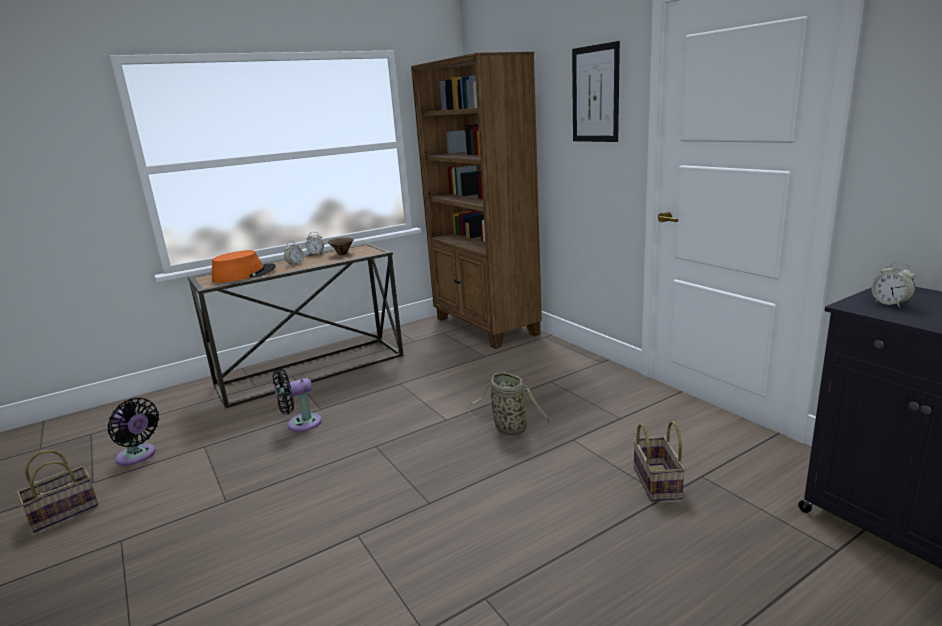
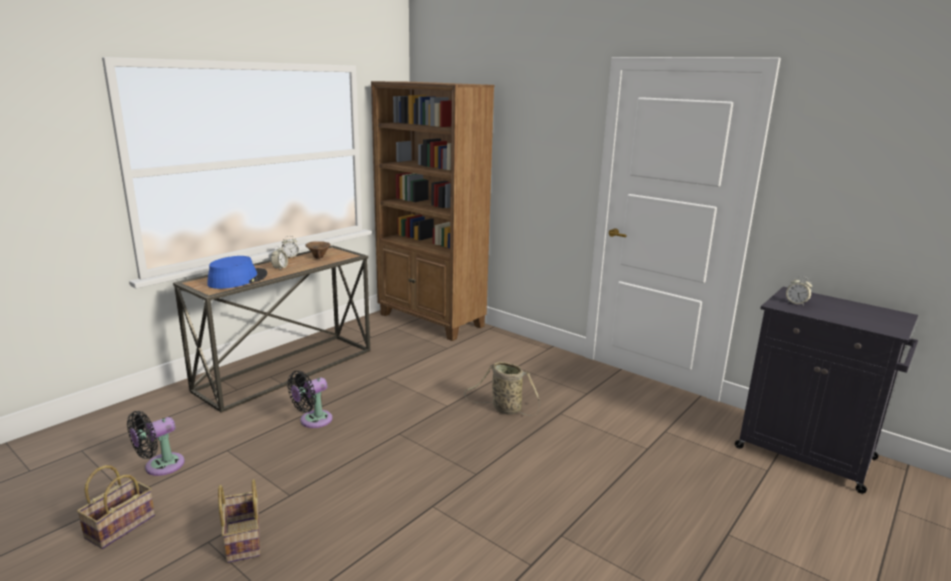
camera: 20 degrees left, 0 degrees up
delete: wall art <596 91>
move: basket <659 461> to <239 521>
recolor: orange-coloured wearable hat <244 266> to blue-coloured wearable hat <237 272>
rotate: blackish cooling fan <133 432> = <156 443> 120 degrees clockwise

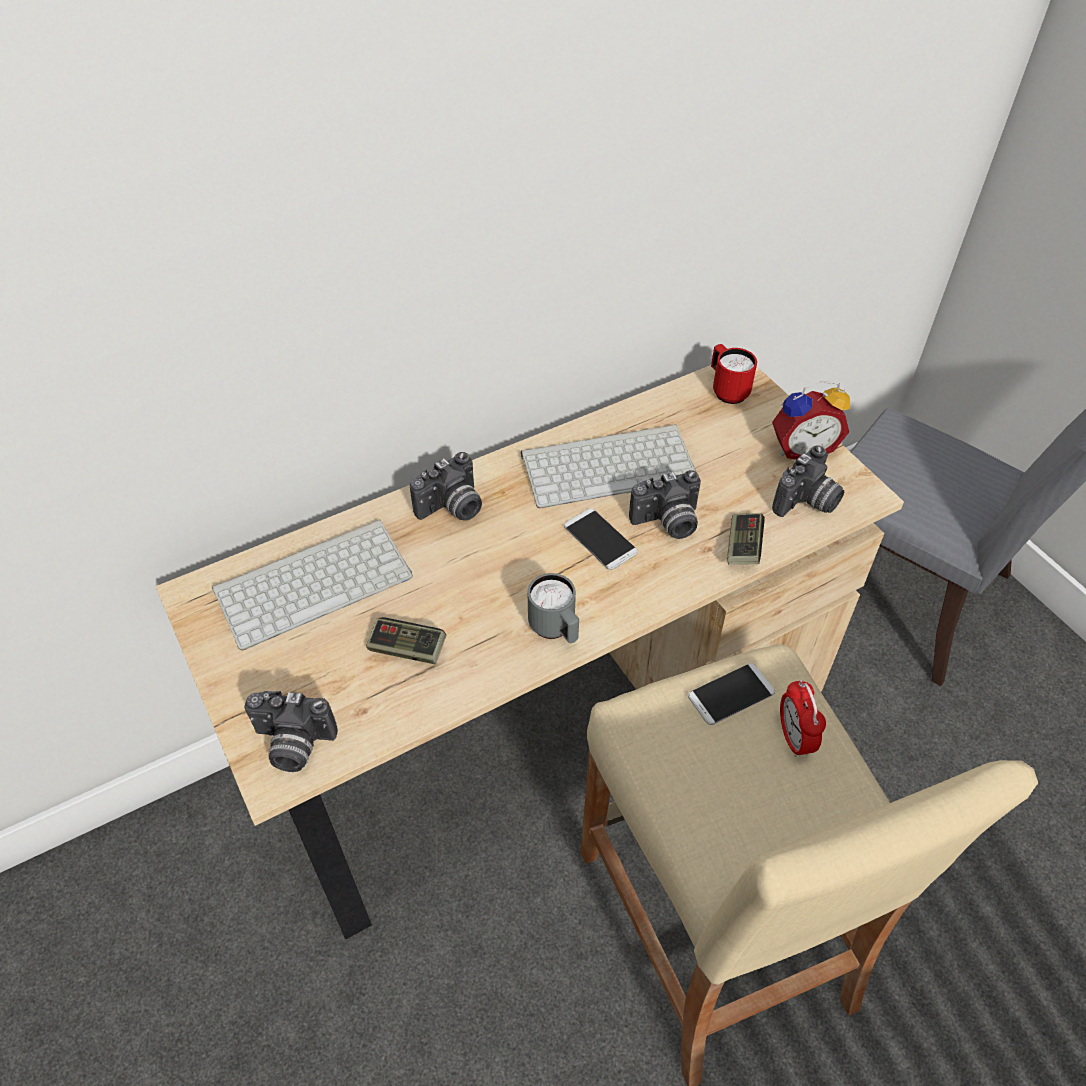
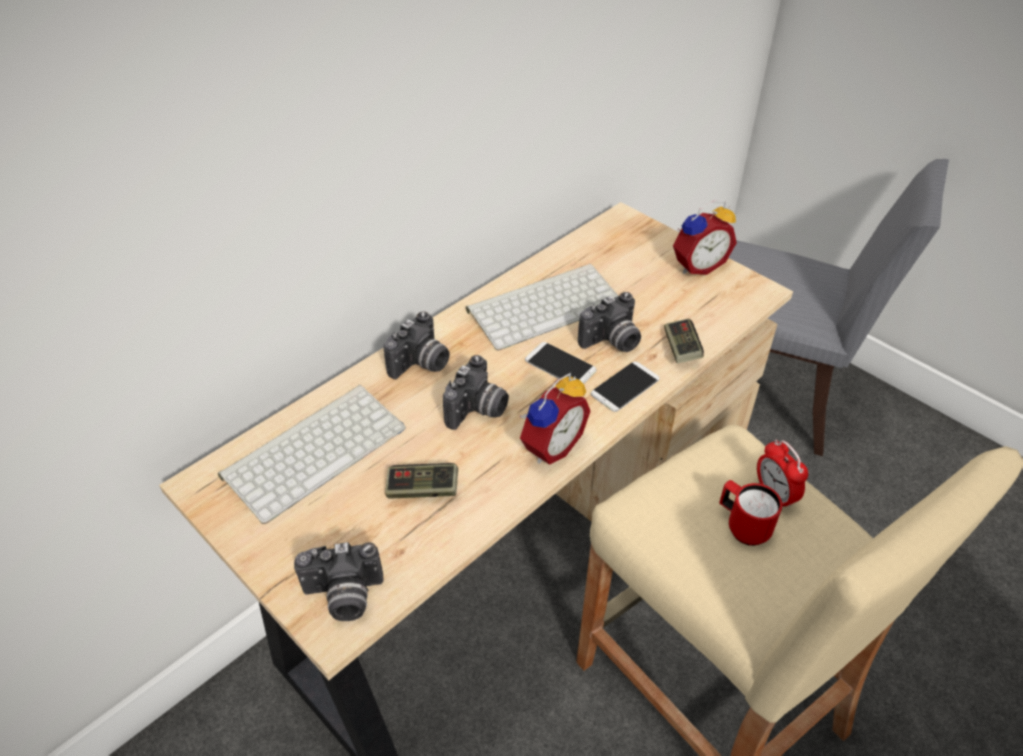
camera: 15 degrees left, 5 degrees down
move: phone <731 694> to <625 386>; reddish coffee mug <734 374> to <750 513>; still camera <808 481> to <476 392>
replace: grey coffee mug <553 608> to bedside clock <555 419>

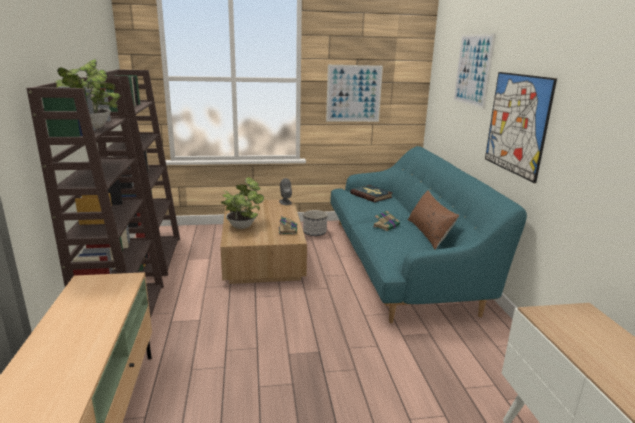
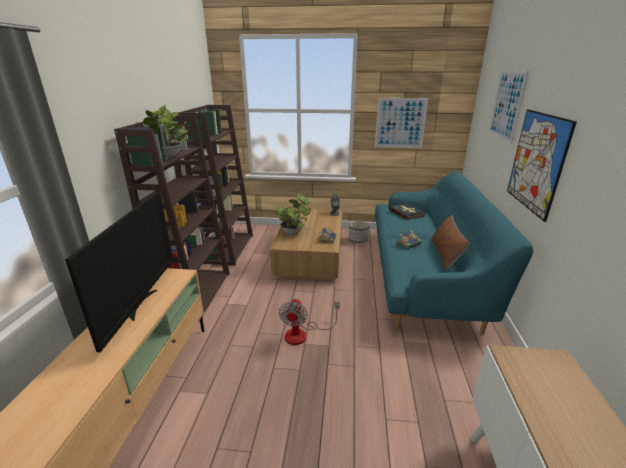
camera: 15 degrees right, 5 degrees up
insert: TV <119 271>; cooling fan <309 322>

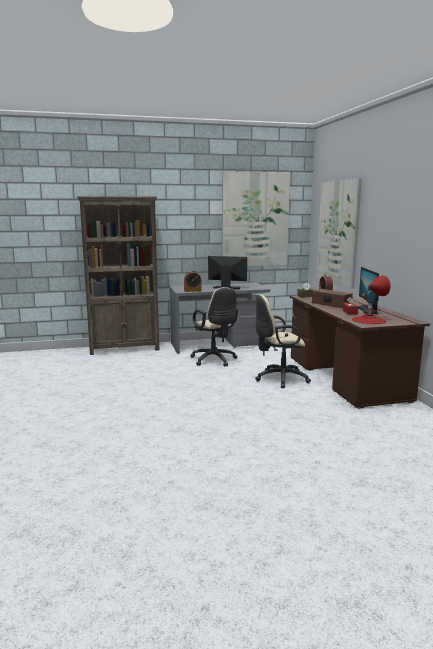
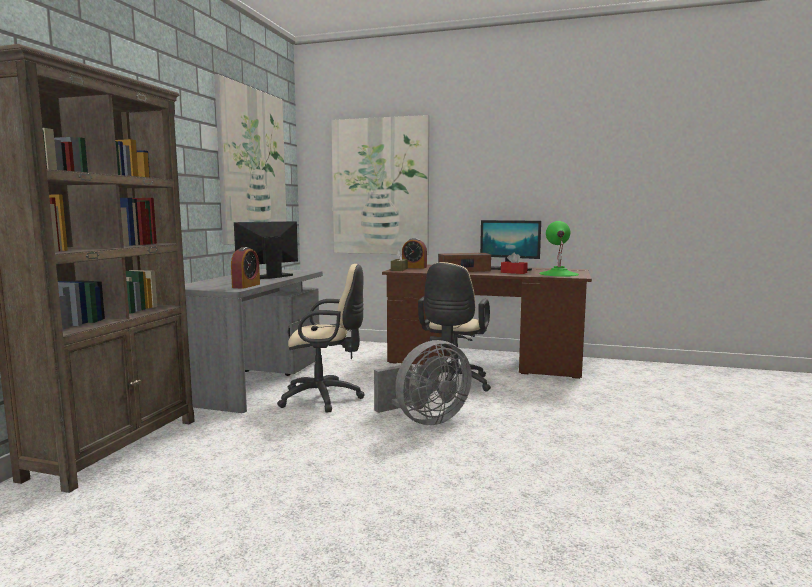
camera: 60 degrees left, 5 degrees down
insert: grey cooling fan <423 382>
recolor: reddish table lamp <371 299> to greenish table lamp <559 248>

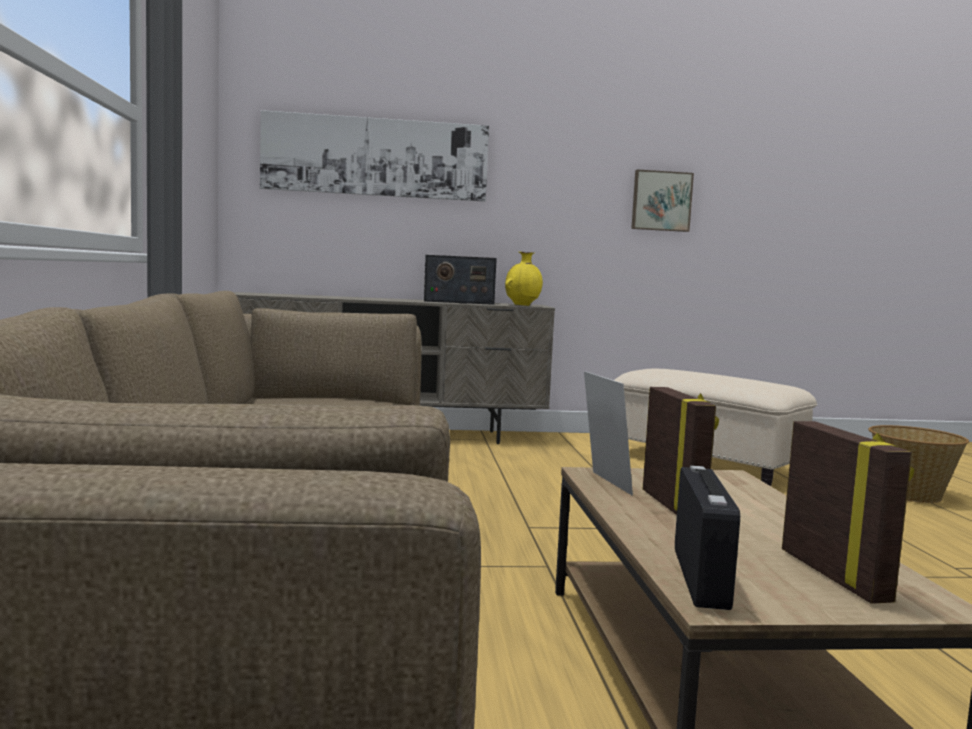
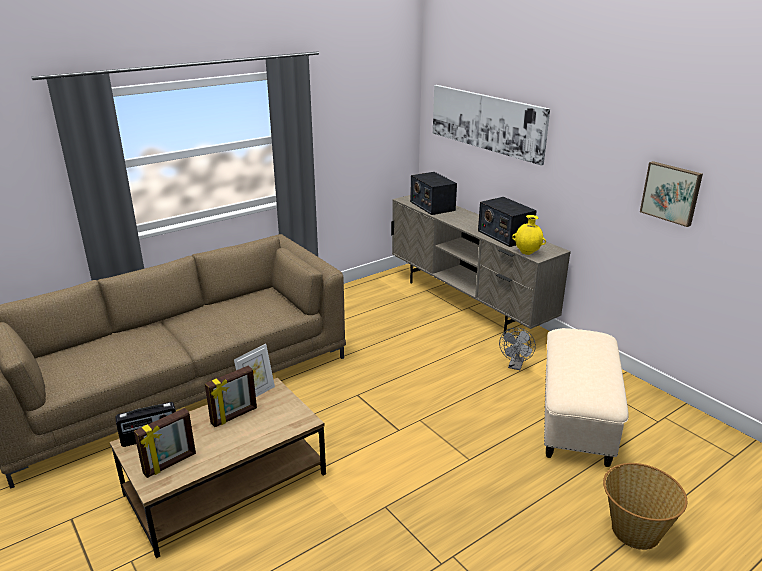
camera: 60 degrees right, 20 degrees up
insert: radio receiver <433 193>; grey cooling fan <517 349>

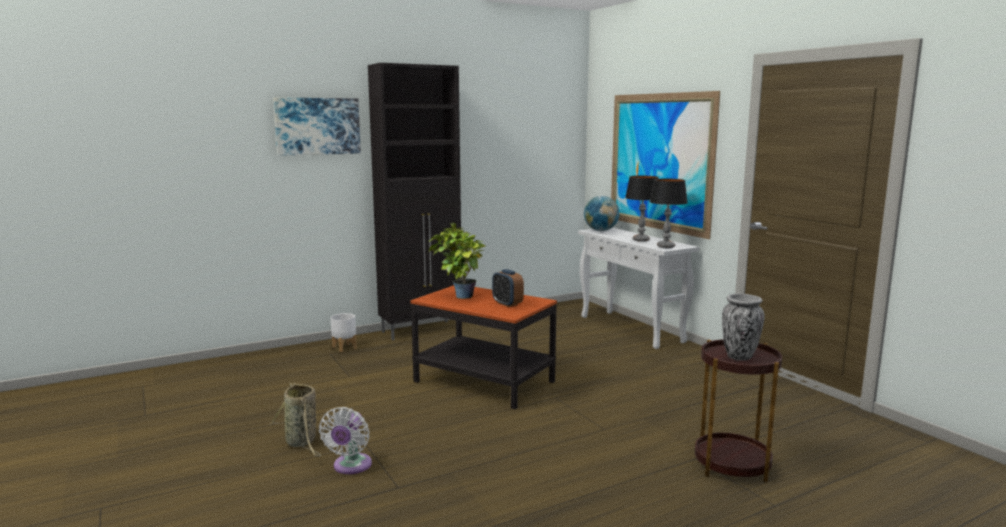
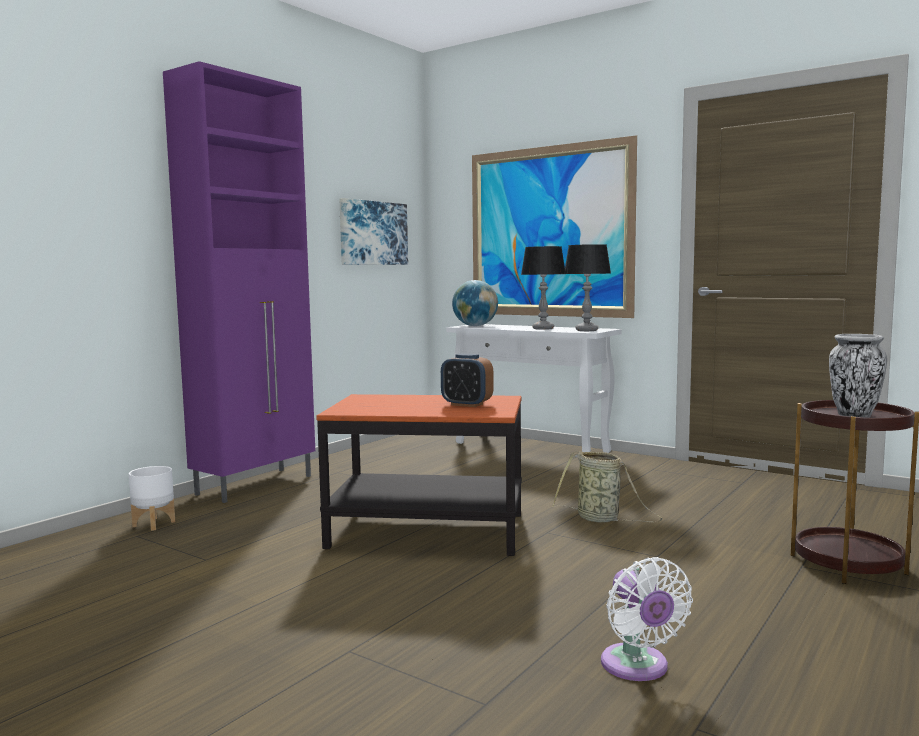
camera: 25 degrees left, 5 degrees down
delete: houseplant <457 261>
move: basket <296 420> to <607 486>; wall art <317 126> to <373 231>; whitish cooling fan <345 440> to <647 619>
recolor: blackish cabinet <415 202> to purplish cabinet <239 282>

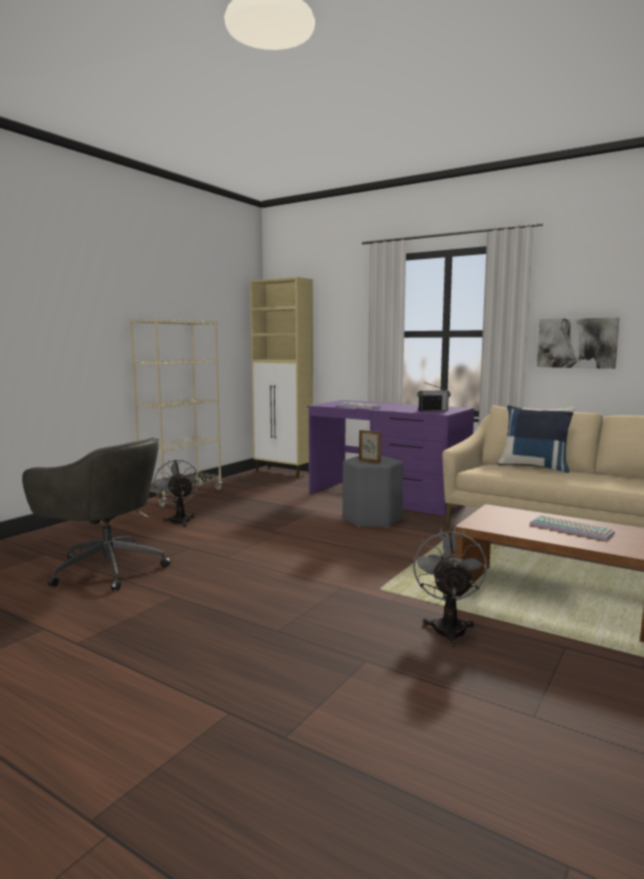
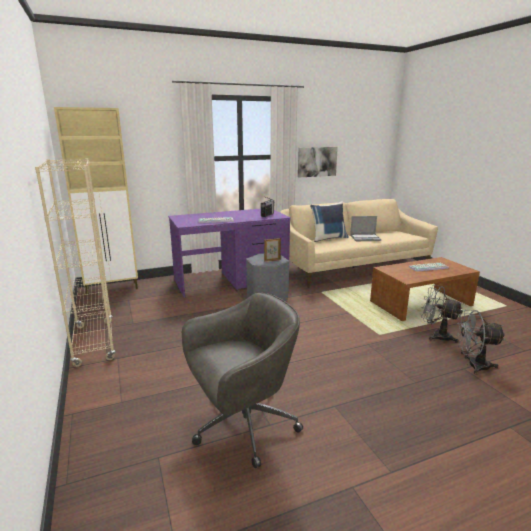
camera: 55 degrees left, 10 degrees up
insert: portable computer <365 228>
move: grey cooling fan <175 493> to <481 342>

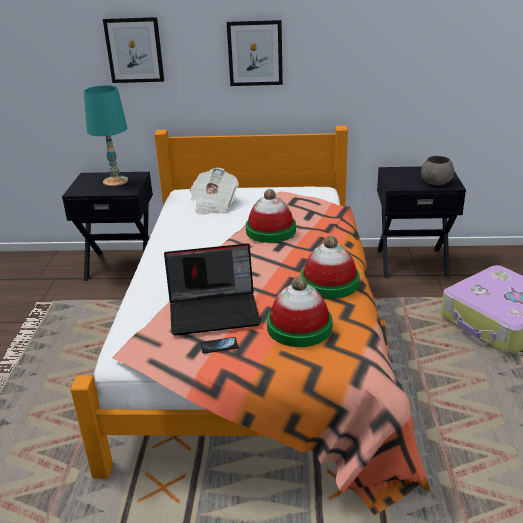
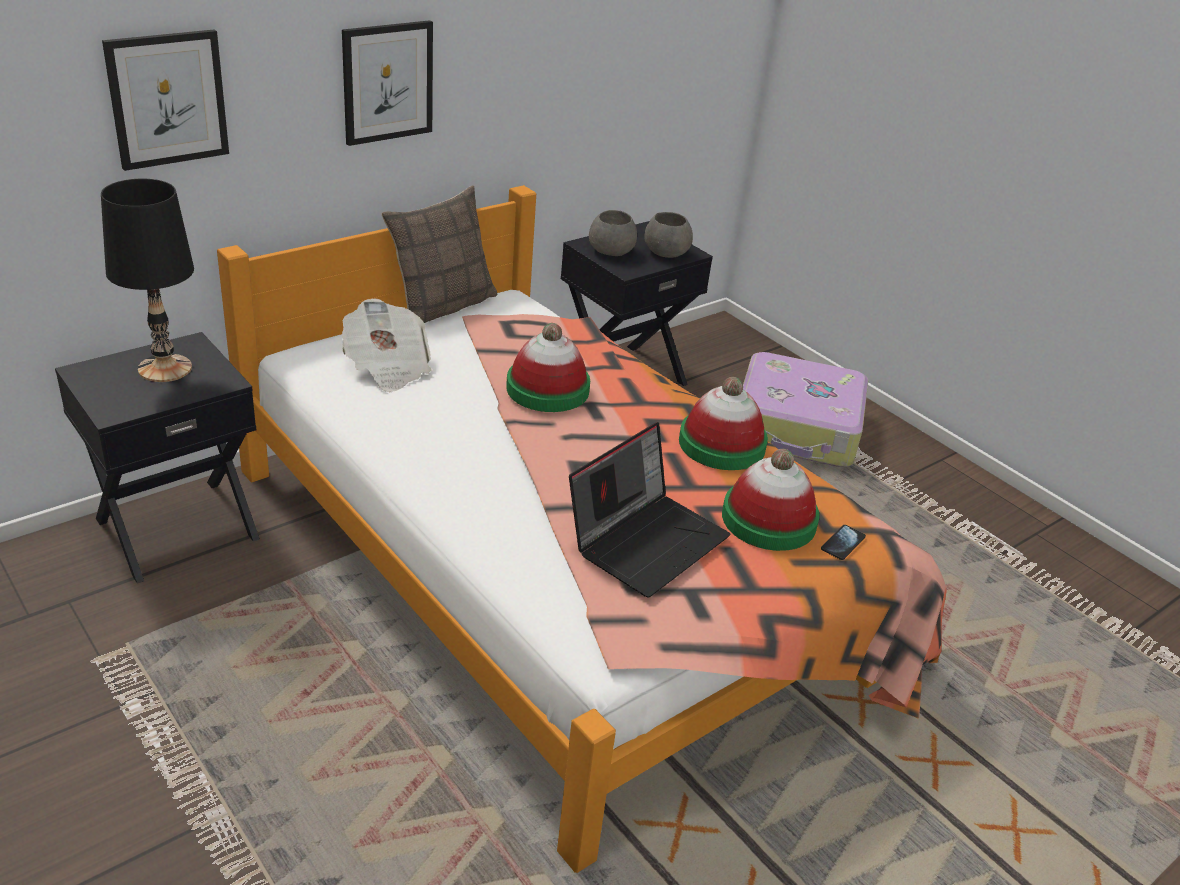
camera: 45 degrees left, 5 degrees up
insert: throw pillow <440 254>; grey bowl <613 233>
move: phone <219 345> to <843 542>
recolor: blue-green table lamp <106 135> to blackish table lamp <147 280>

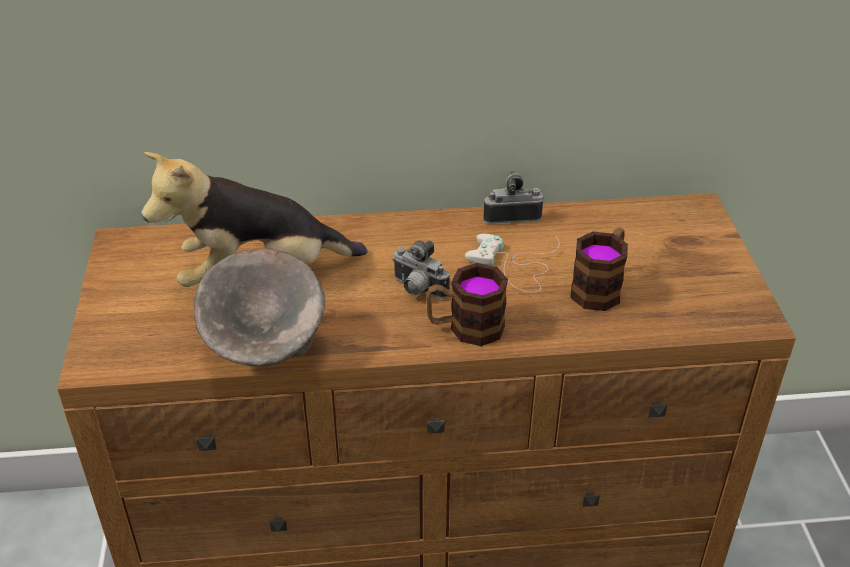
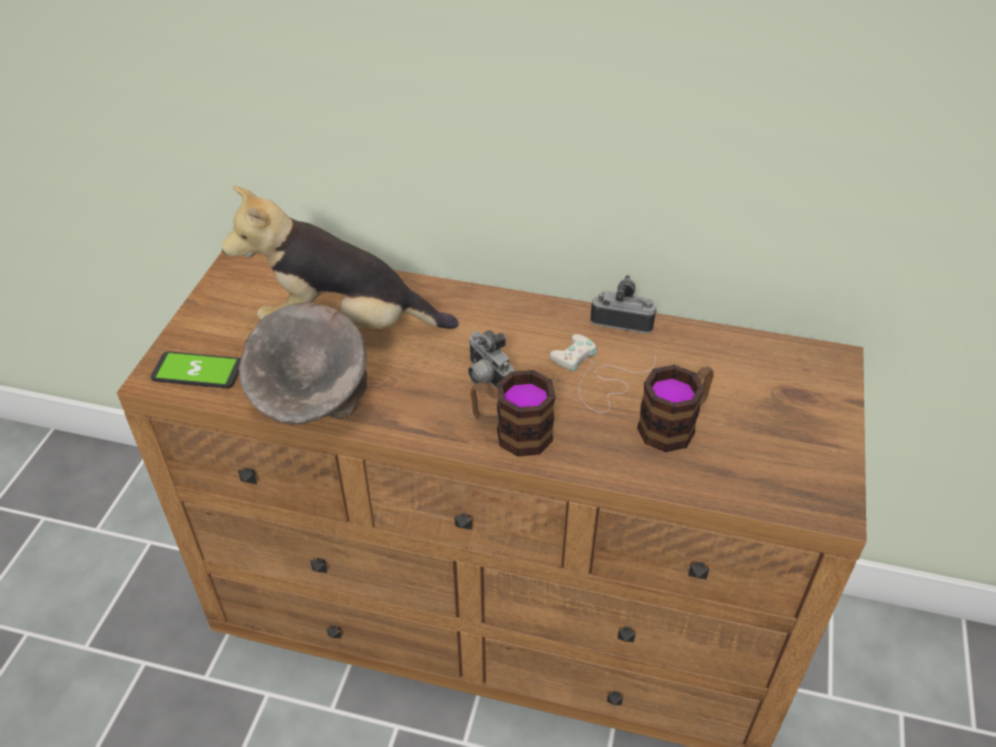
camera: 20 degrees right, 5 degrees up
insert: phone <195 369>

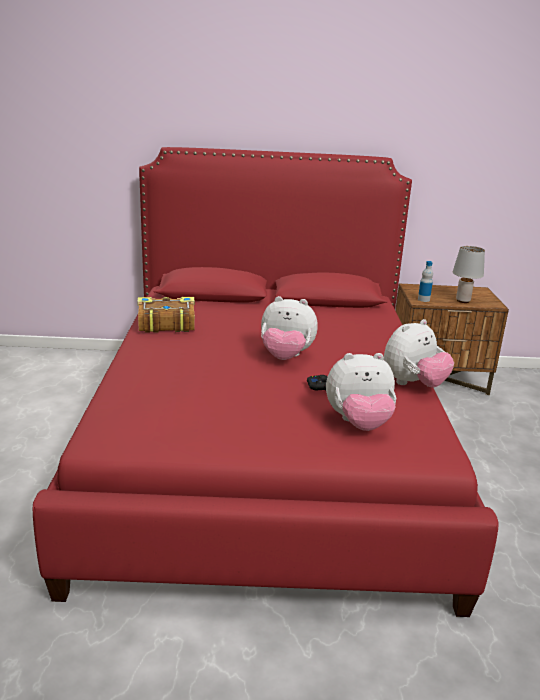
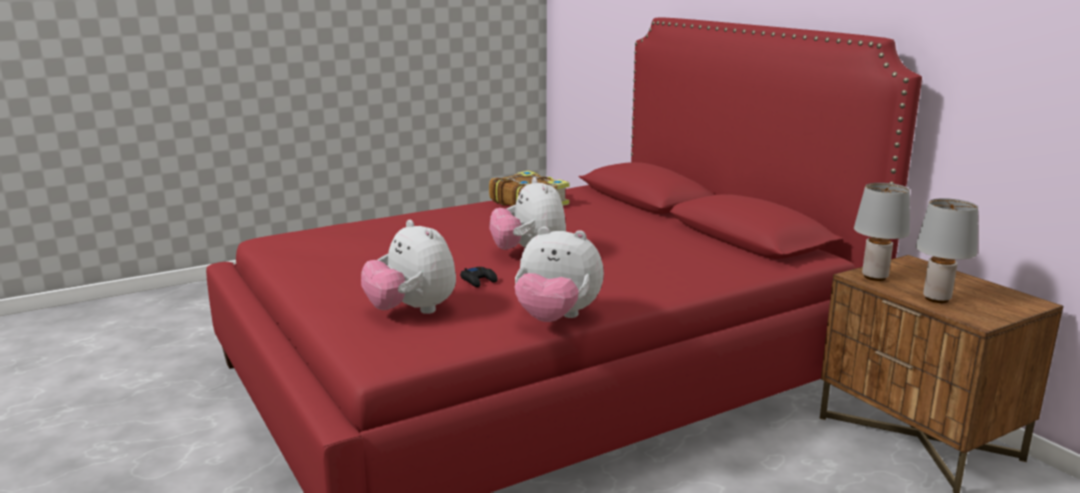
camera: 60 degrees right, 5 degrees down
replace: beverage bottle <425 281> to grey table lamp <882 232>

